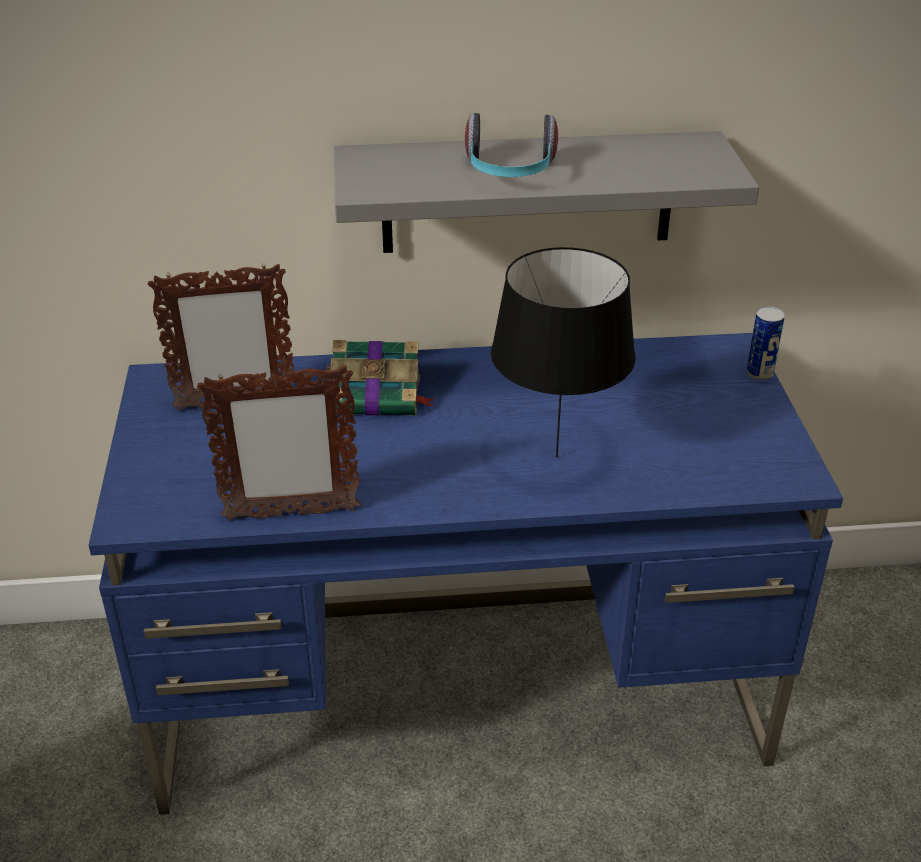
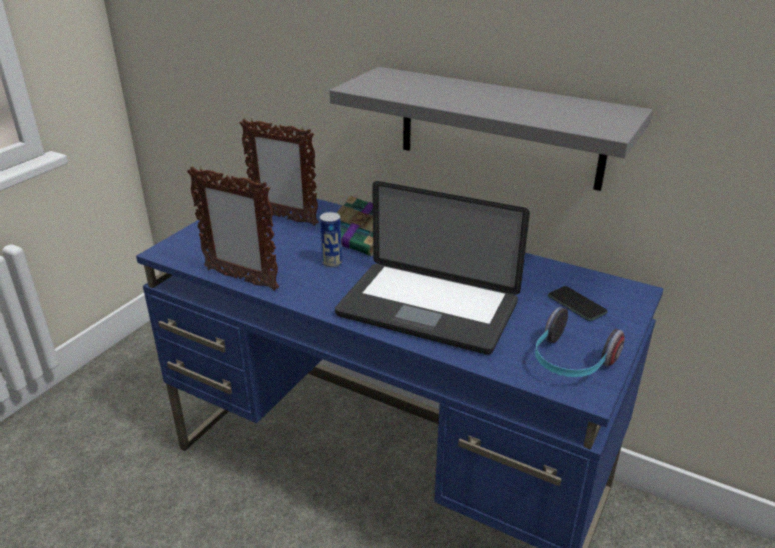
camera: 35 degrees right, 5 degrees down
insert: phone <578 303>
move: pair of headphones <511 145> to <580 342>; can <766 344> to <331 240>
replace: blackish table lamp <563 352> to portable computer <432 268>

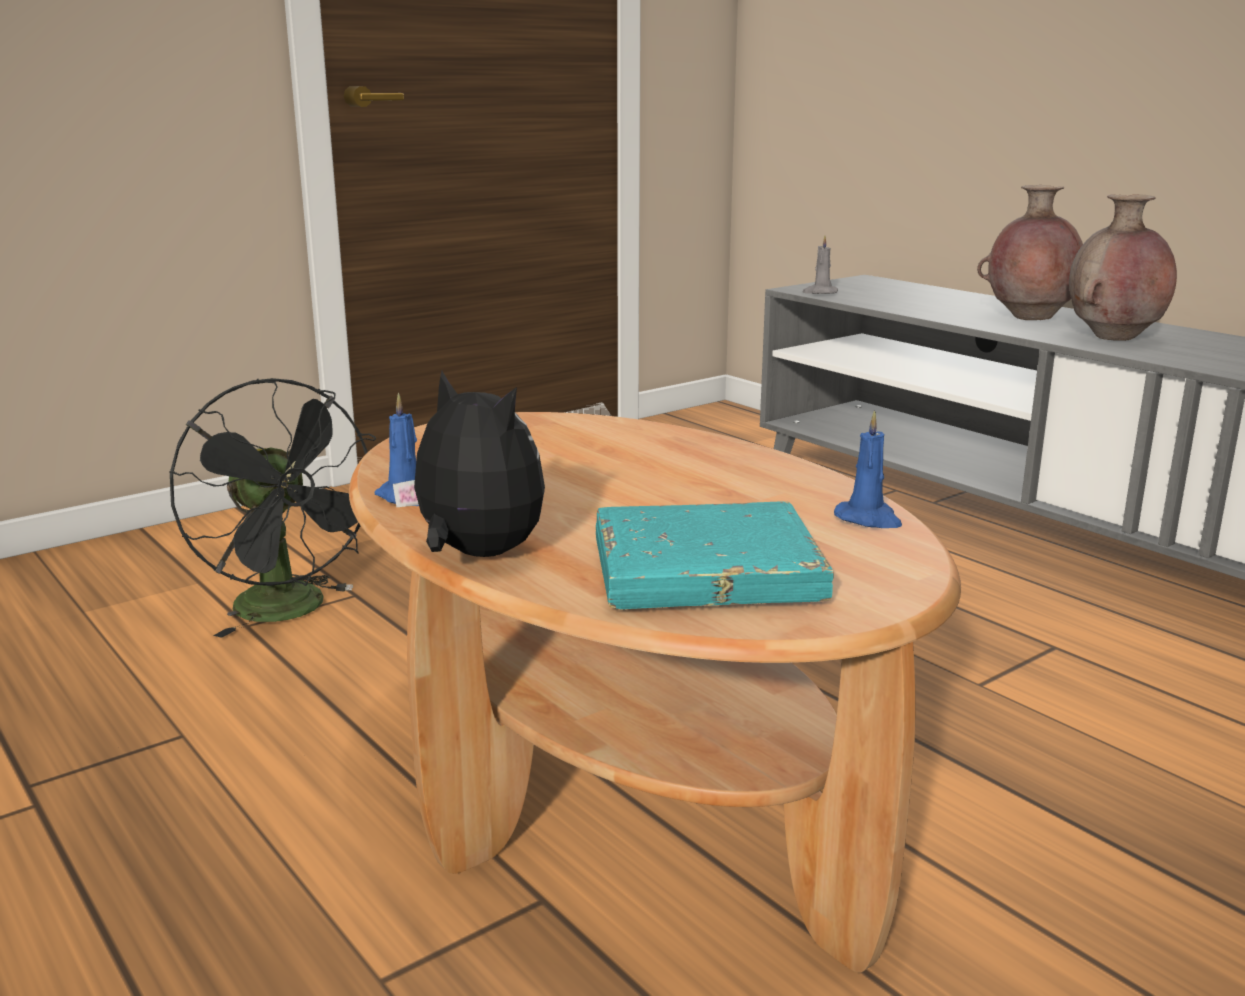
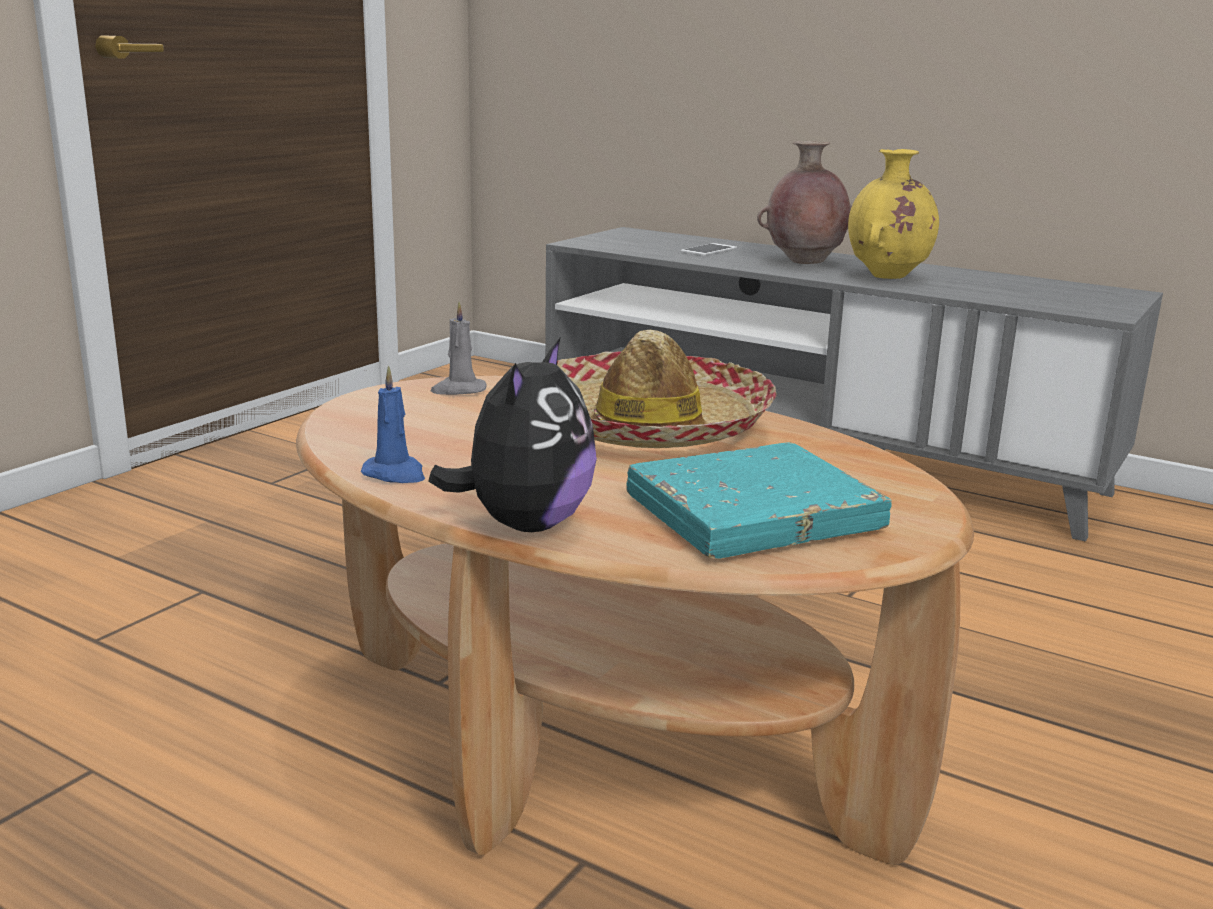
camera: 20 degrees left, 0 degrees up
delete: blackish cooling fan <272 508>; blue-coloured wax light <868 469>
insert: wearable hat <667 389>; phone <708 249>
move: grey wax light <820 264> to <458 348>
recolor: brown-coloured decorative vase <1123 267> to yellow decorative vase <893 214>
rotate: plush toy <469 464> = <512 435> 90 degrees clockwise

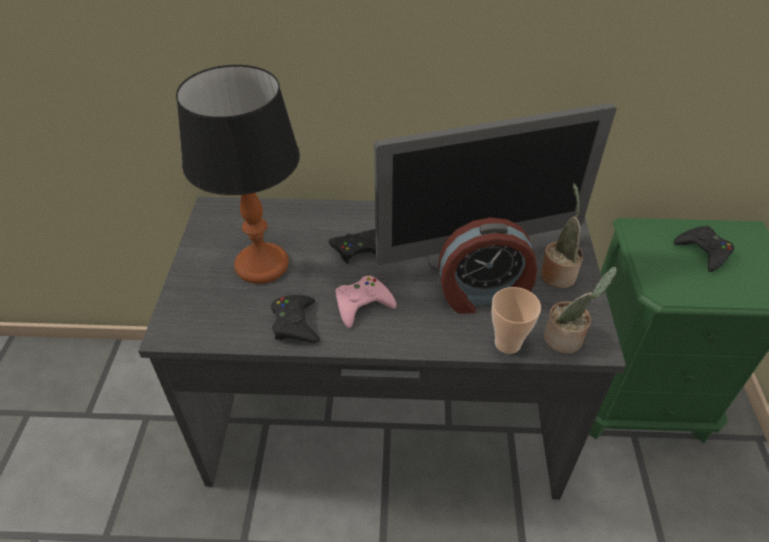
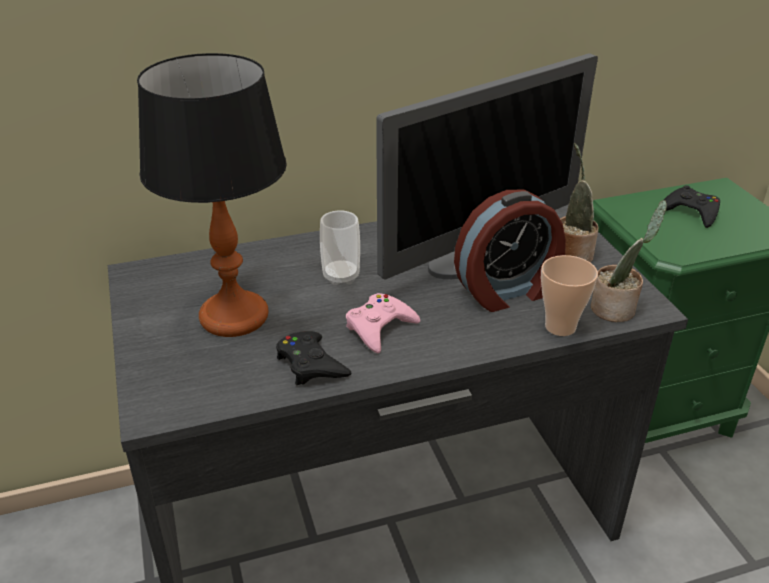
camera: 20 degrees left, 10 degrees down
replace: blackish joypad <352 246> to cup <340 247>

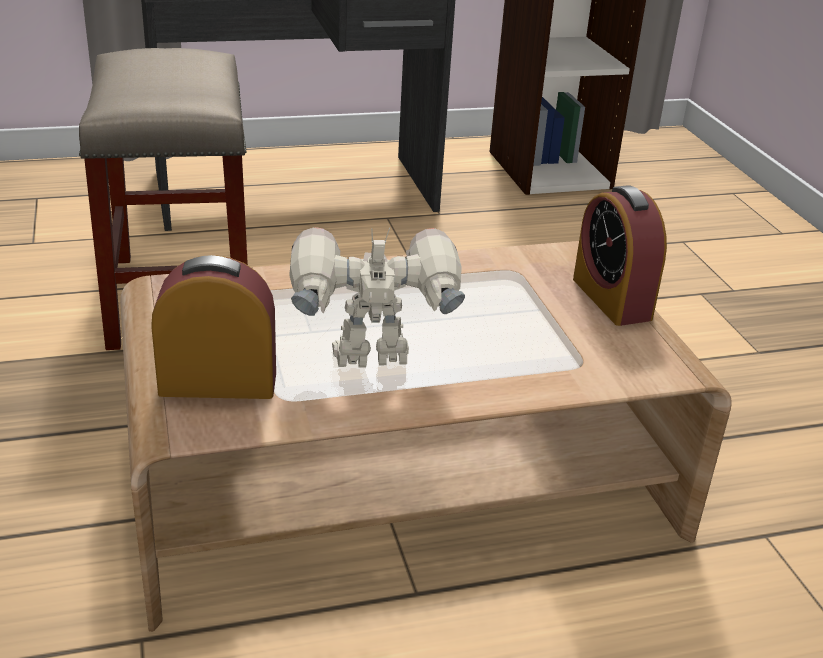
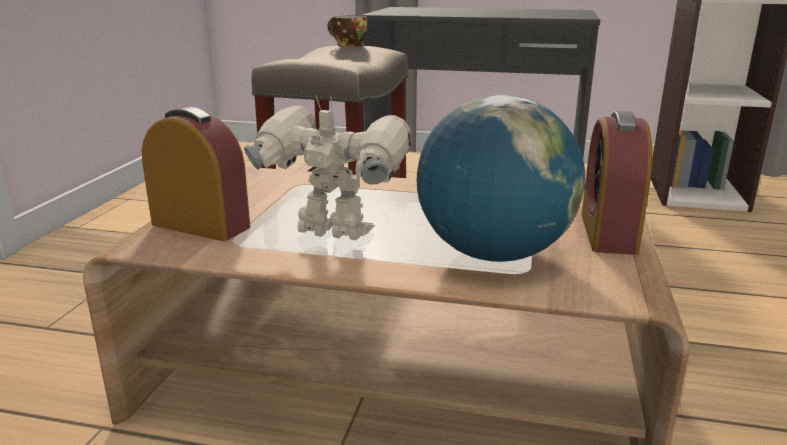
camera: 30 degrees right, 10 degrees down
insert: cup <347 31>; globe <501 178>

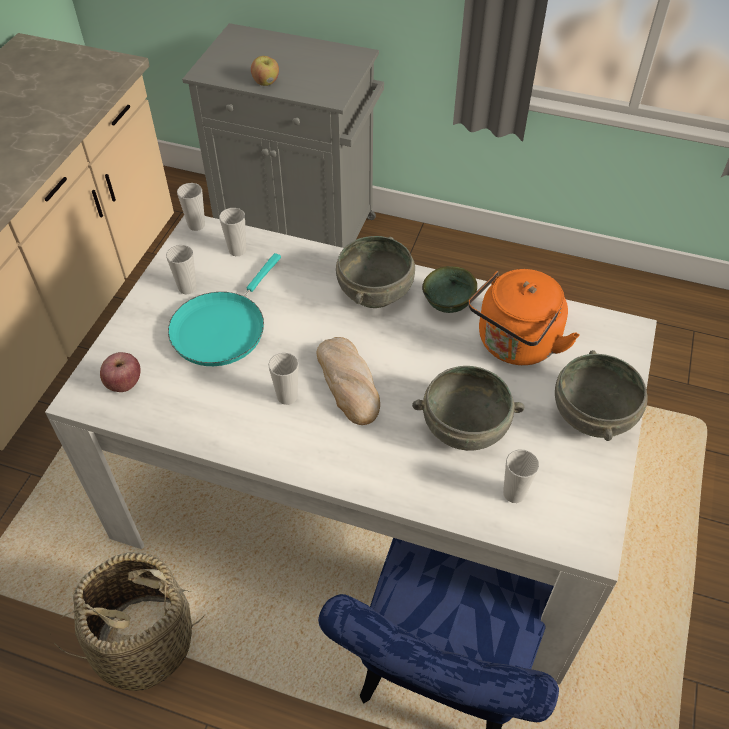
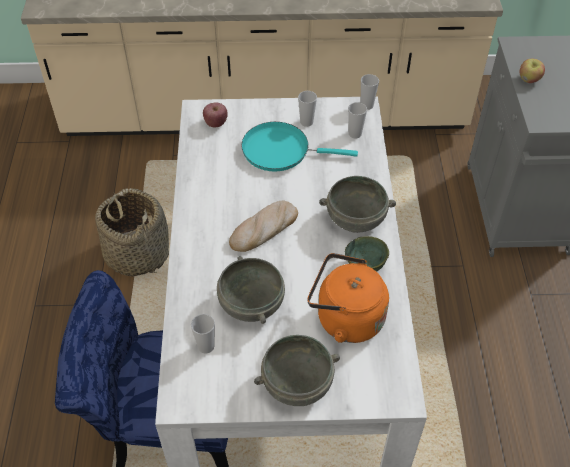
camera: 70 degrees right, 0 degrees up
delete: cup <283 379>

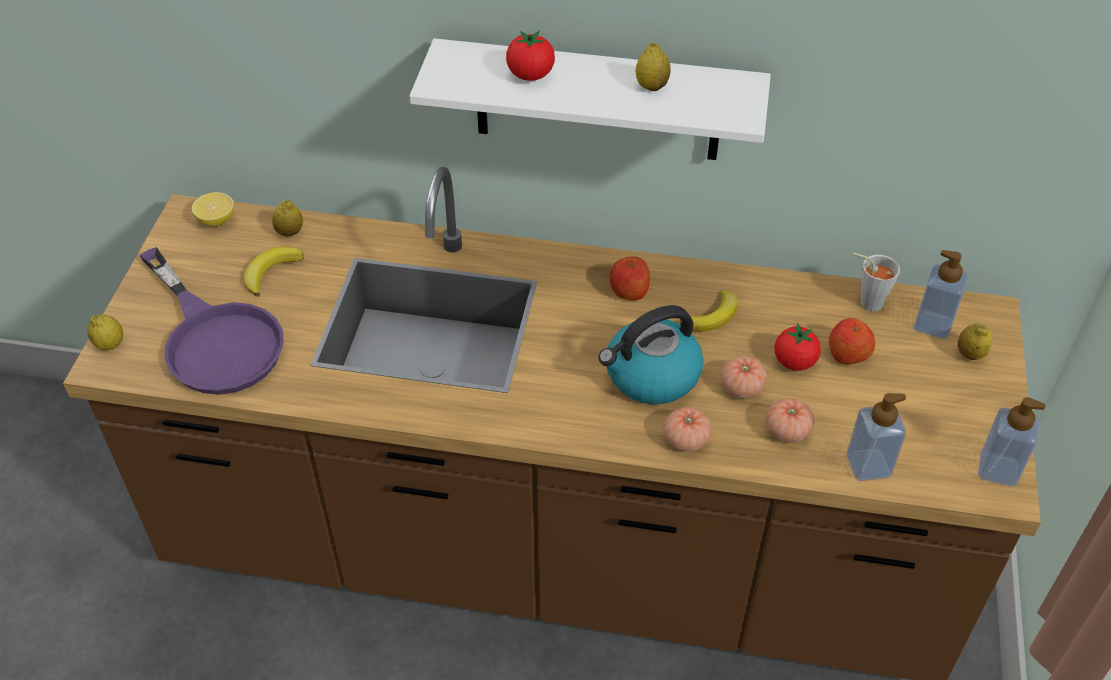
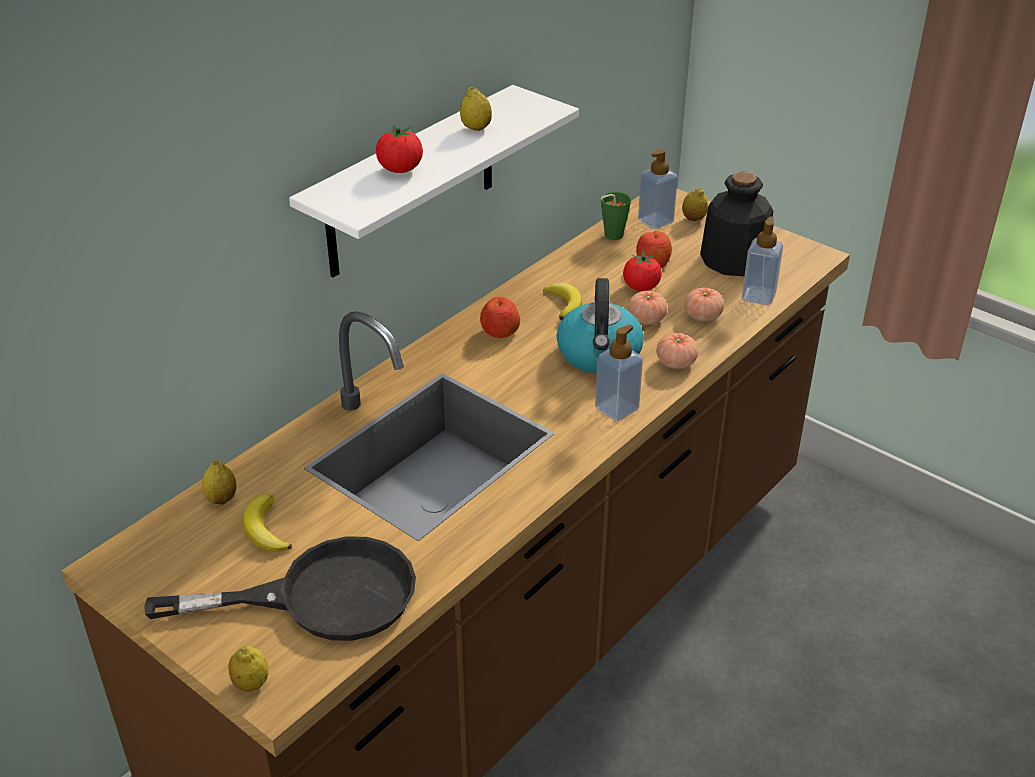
camera: 60 degrees left, 10 degrees down
delete: lemon <213 209>
insert: beverage bottle <736 223>
move: liquid soap bottle <1012 441> to <619 373>
recolor: purplish frying pan <212 321> to blackish frying pan <280 588>; grey cup <876 281> to greenish cup <616 215>

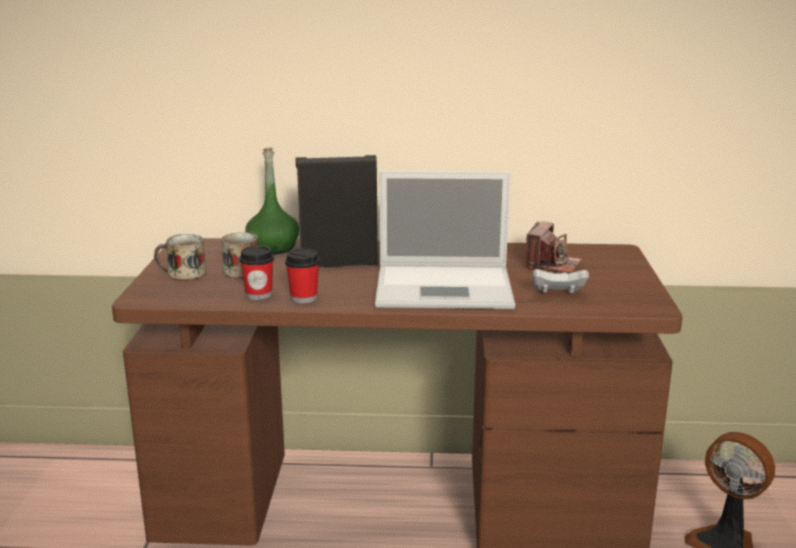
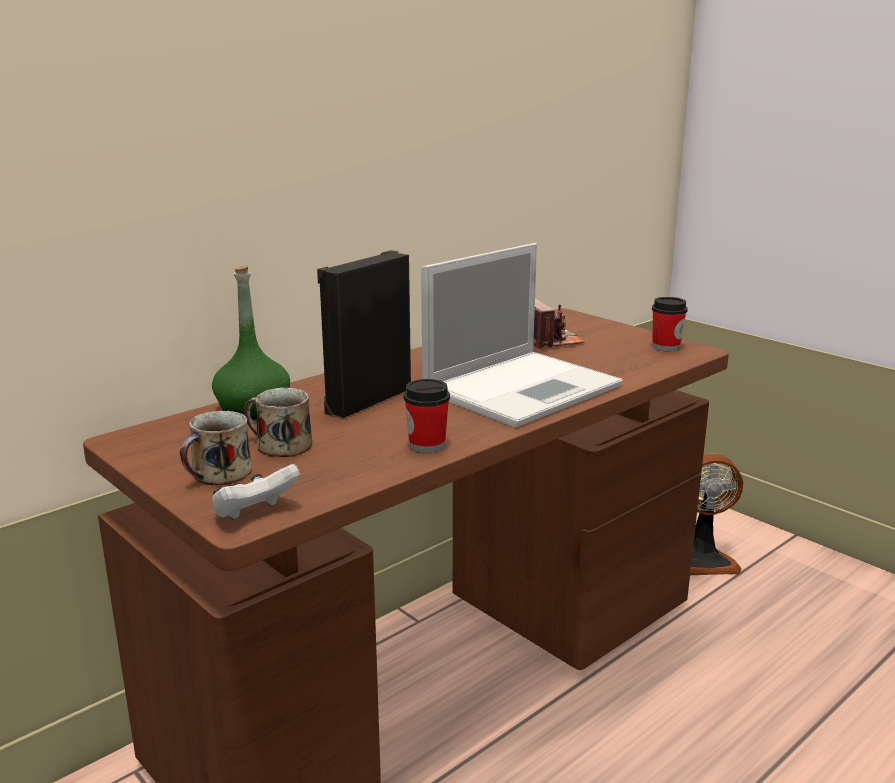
camera: 45 degrees left, 0 degrees up
move: cup <256 273> to <670 324>; whitish joypad <560 281> to <256 492>

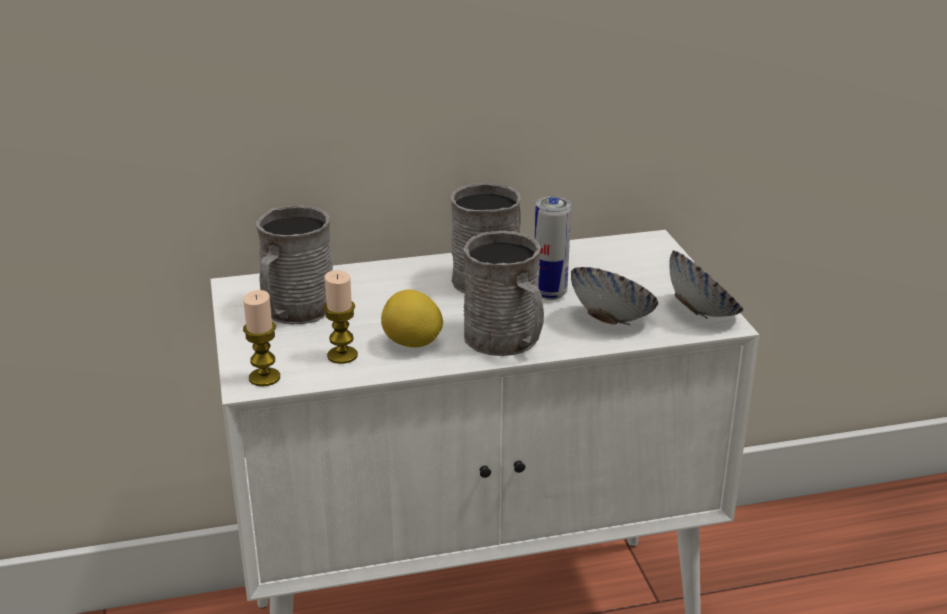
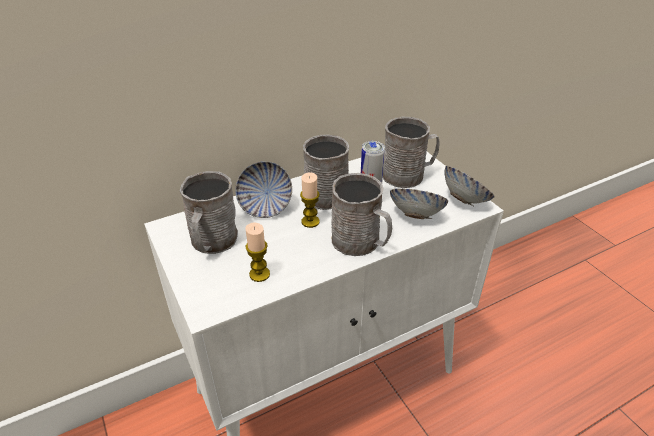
camera: 15 degrees left, 10 degrees up
delete: lemon <412 318>
insert: bowl <263 189>; grey coffee mug <411 152>
move: wax light <261 338> to <310 200>

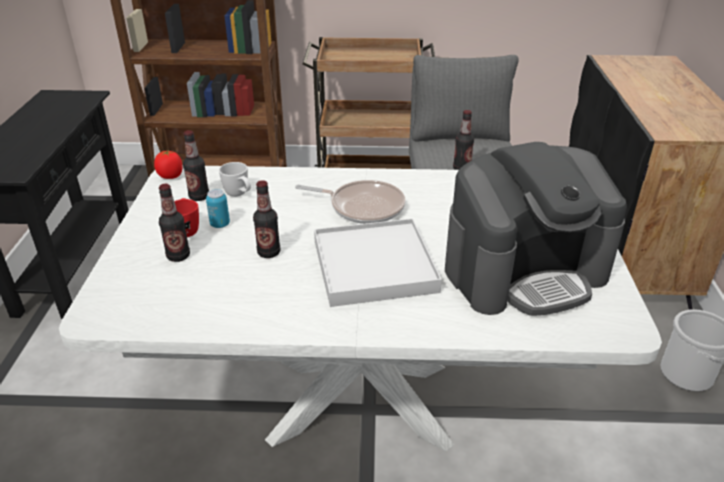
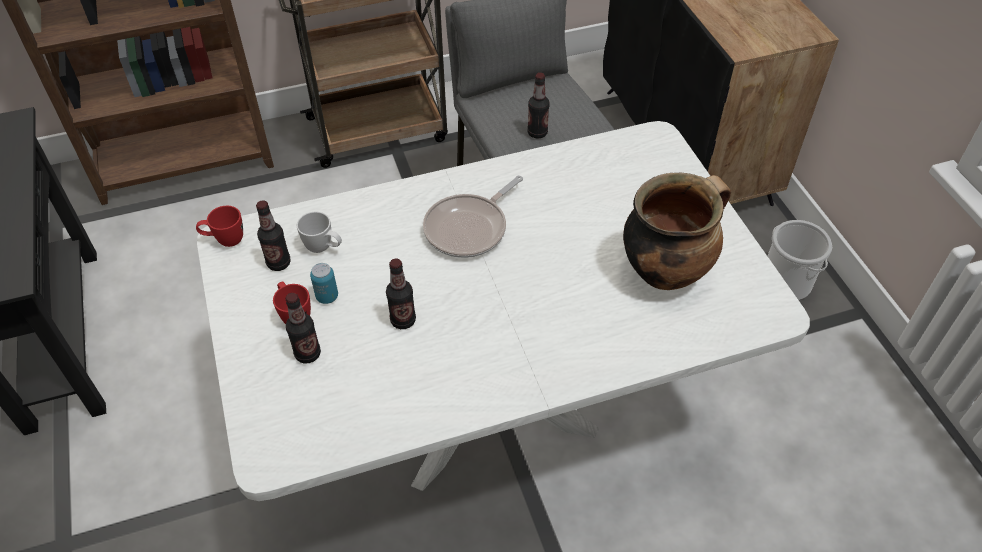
camera: 20 degrees left, 15 degrees up
delete: whitish tray <378 262>
replace: fresh tomato <168 164> to reddish coffee mug <219 226>; coffee brewer <536 229> to cooking pot <677 231>
rotate: frying pan <350 202> = <473 217> 135 degrees clockwise

